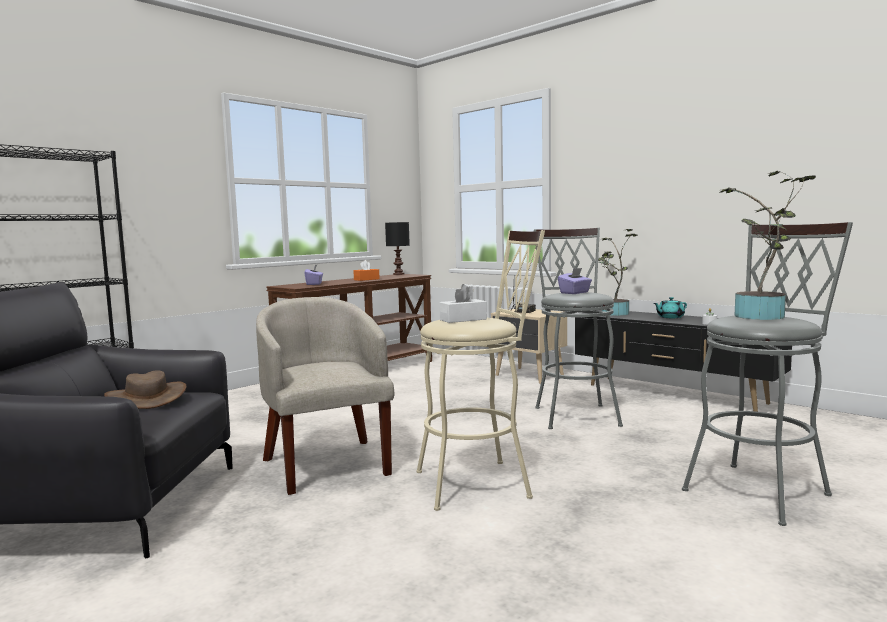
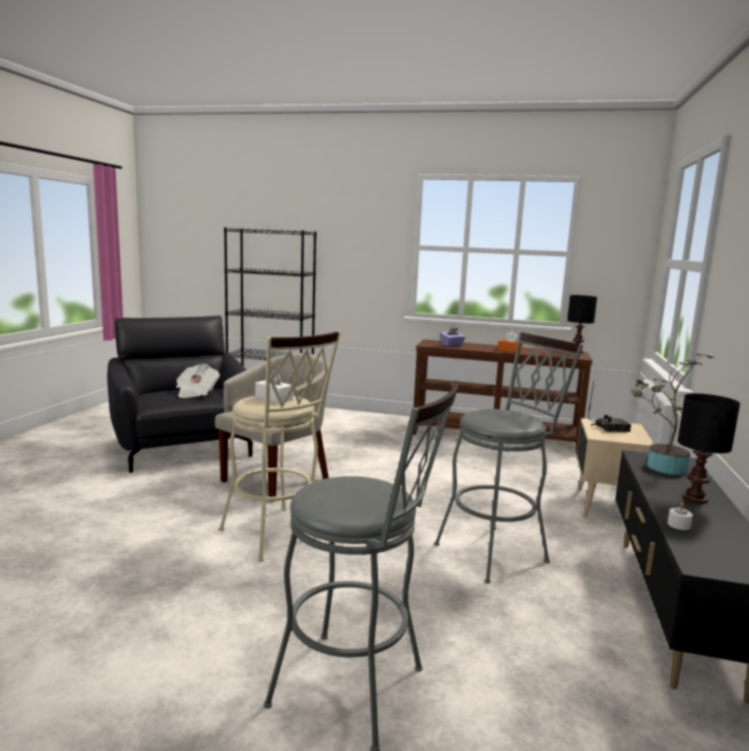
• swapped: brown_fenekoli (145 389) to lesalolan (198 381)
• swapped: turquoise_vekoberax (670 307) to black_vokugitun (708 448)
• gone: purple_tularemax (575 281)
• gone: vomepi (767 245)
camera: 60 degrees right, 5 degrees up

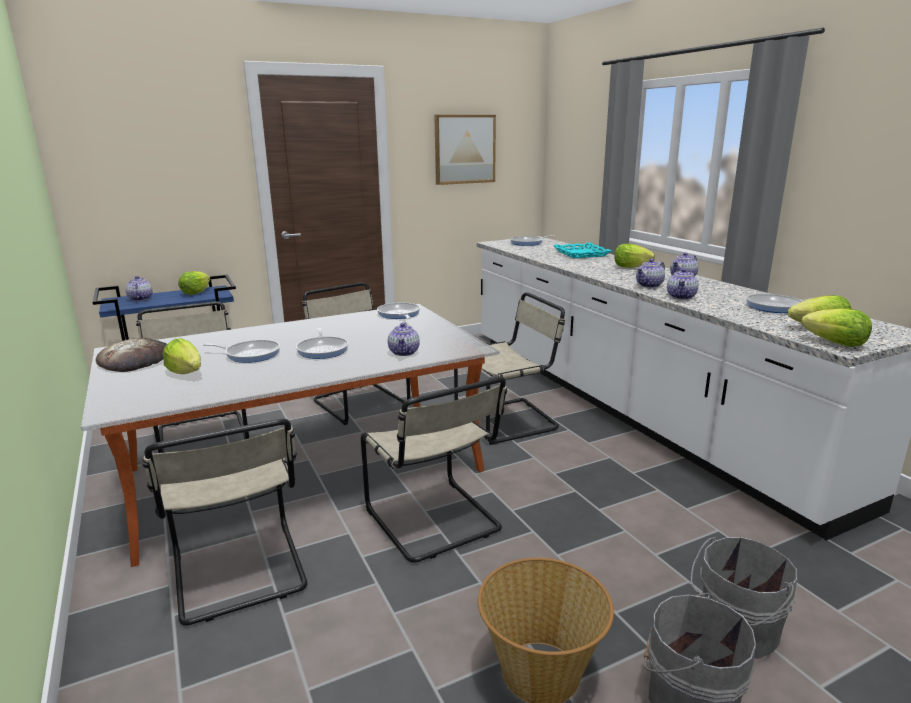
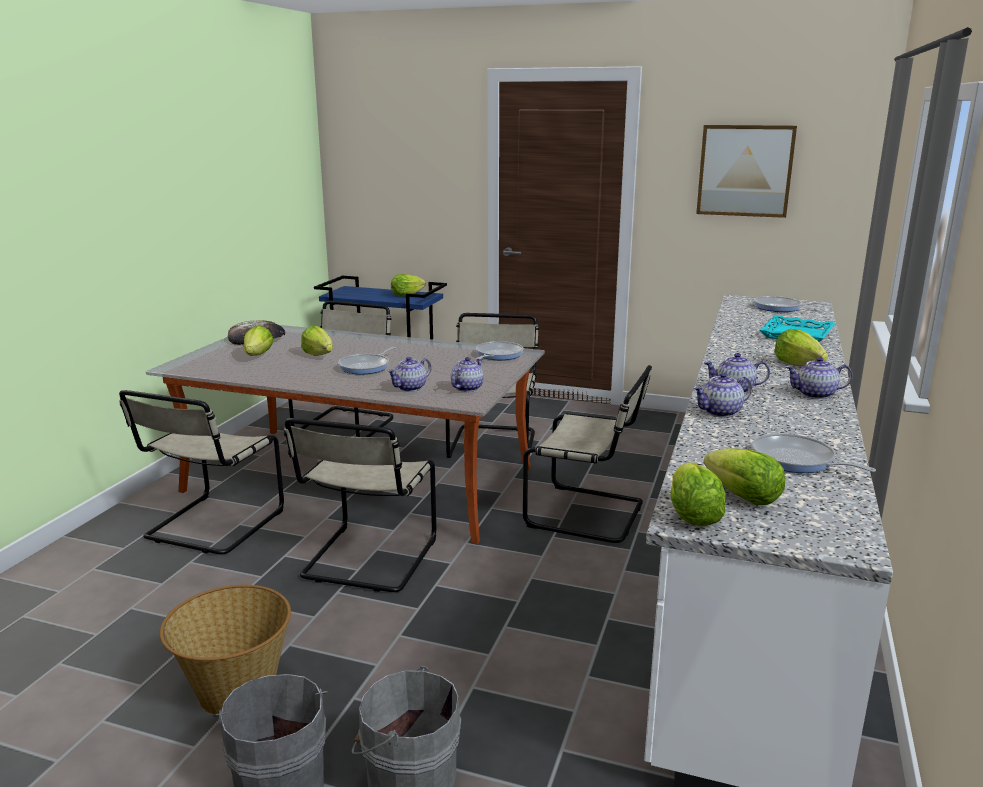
• swapped: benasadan (241 351) to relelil (317 341)
• shifted: vekoberax (139 288) to (467 374)
camera: 45 degrees right, 0 degrees up

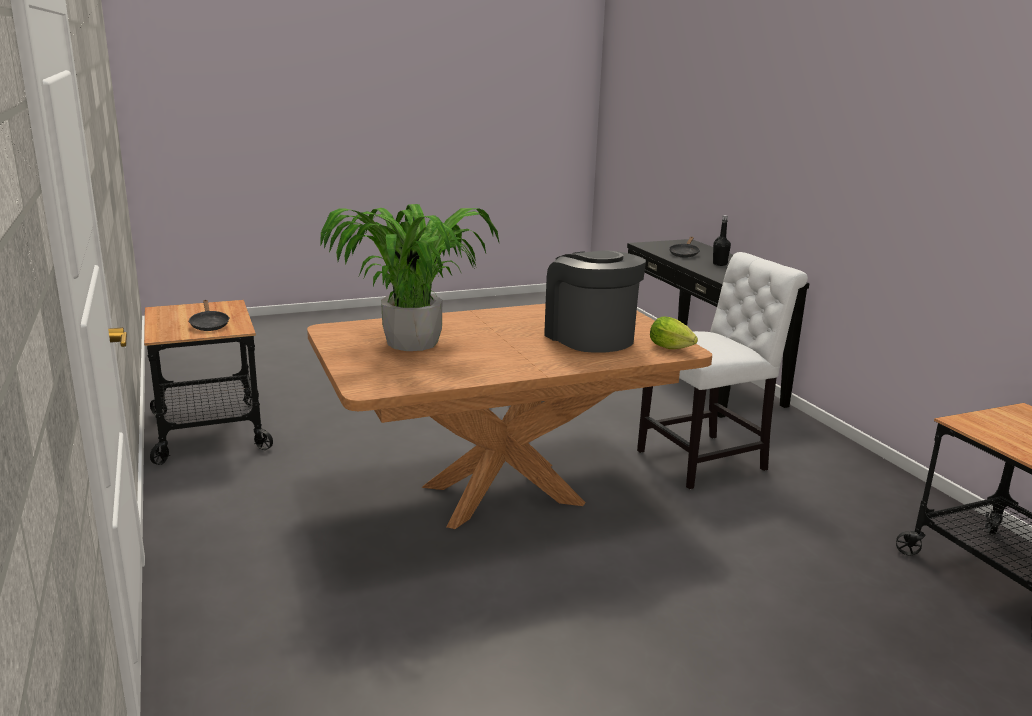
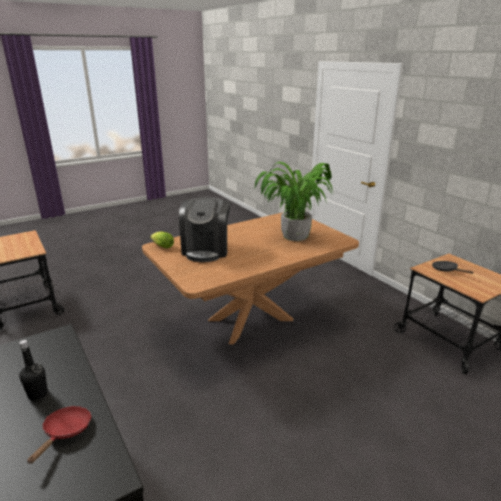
• repainted: black_benasadan (684 247) to red_benasadan (59 435)
• rotated: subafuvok (595 302) = (204 229) 45 degrees clockwise
• gone: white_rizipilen (722 370)
camera: 170 degrees right, 5 degrees up

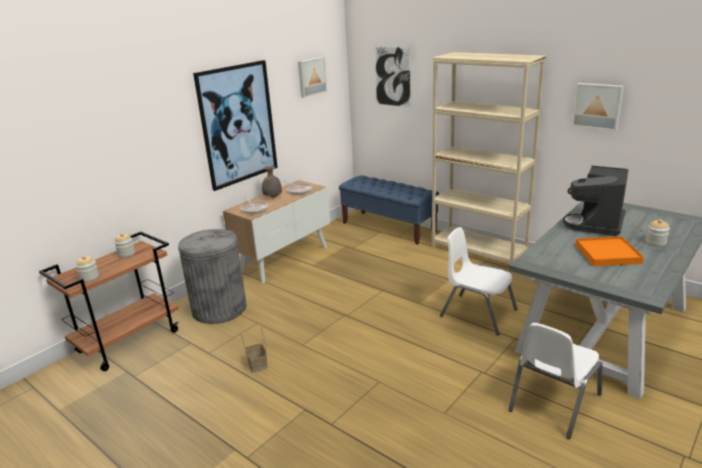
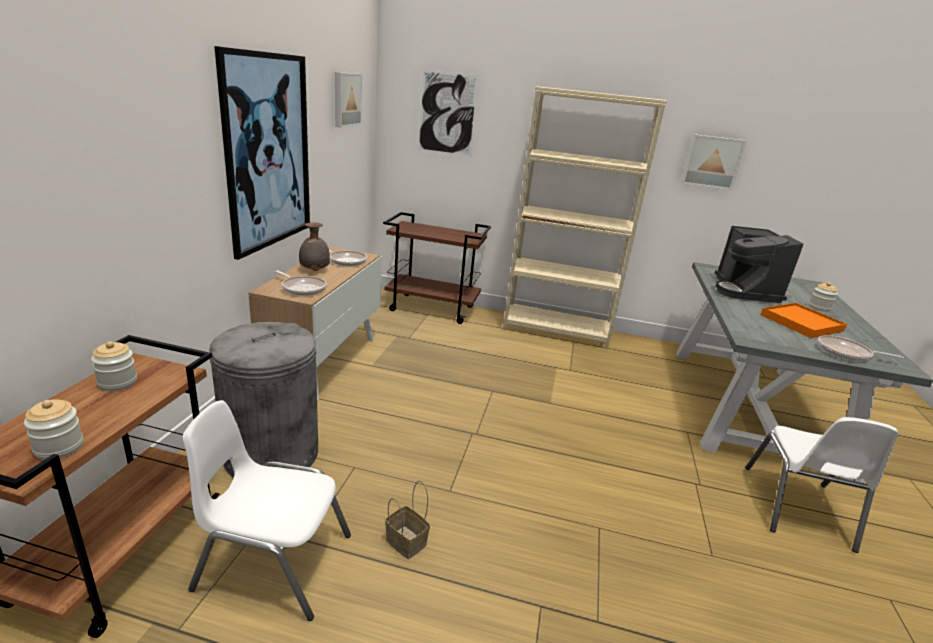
• shifted: white_rizipilen (479 281) to (267 510)
• swapped: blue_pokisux (389 210) to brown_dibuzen (437 268)
• new: benasadan (861 348)
camera: 30 degrees left, 0 degrees up

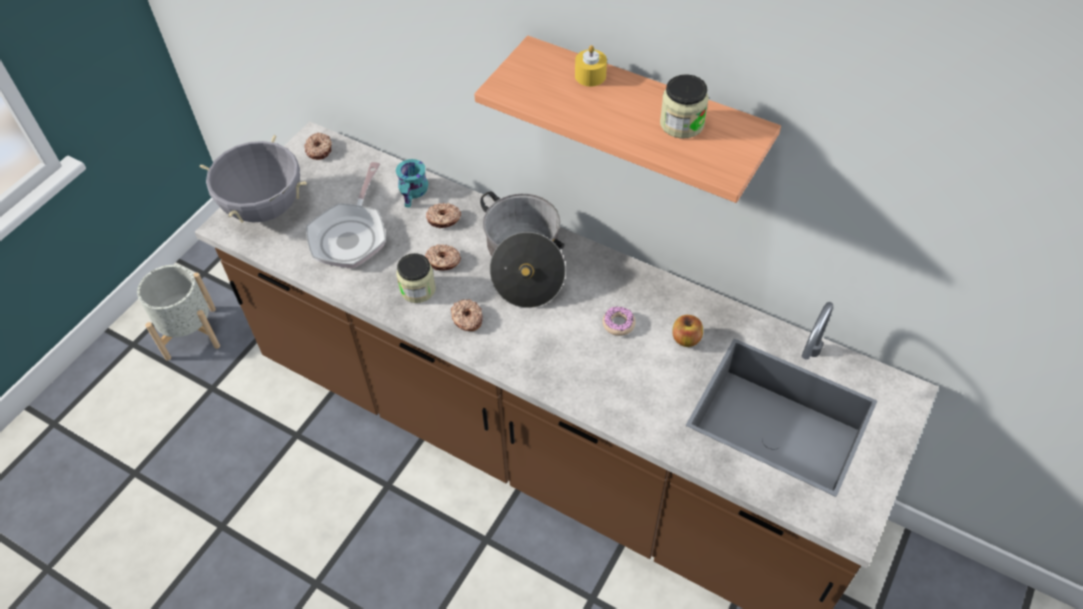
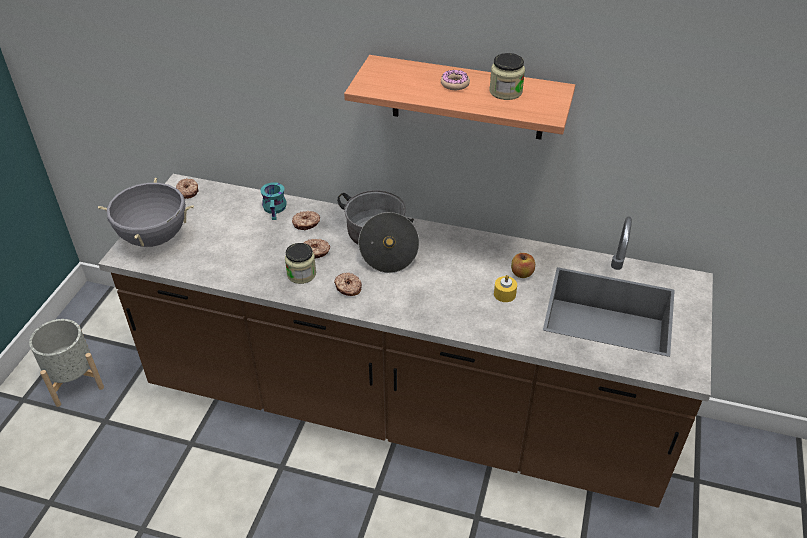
• shifted: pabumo (619 321) to (455 80)
• shifted: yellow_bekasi (591 65) to (505 288)
• gone: benasadan (346 215)
camera: 15 degrees left, 10 degrees down

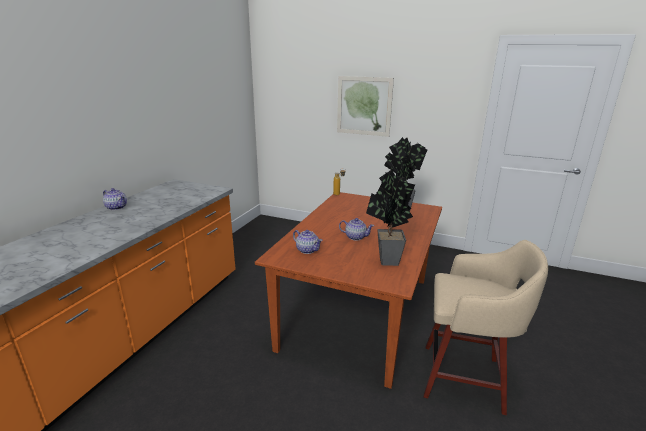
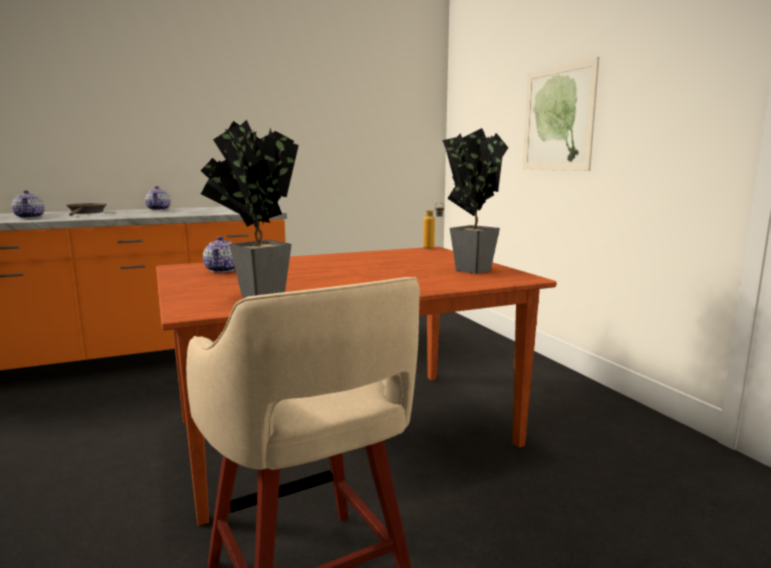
• shifted: vekoberax (356 229) to (28 204)
• new: brown_benasadan (86 209)
camera: 45 degrees right, 10 degrees down

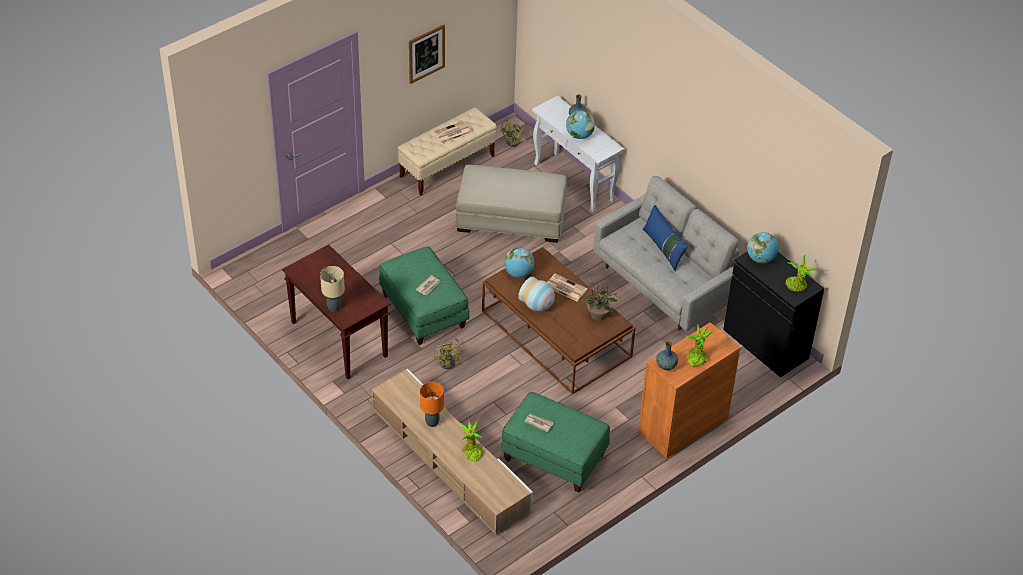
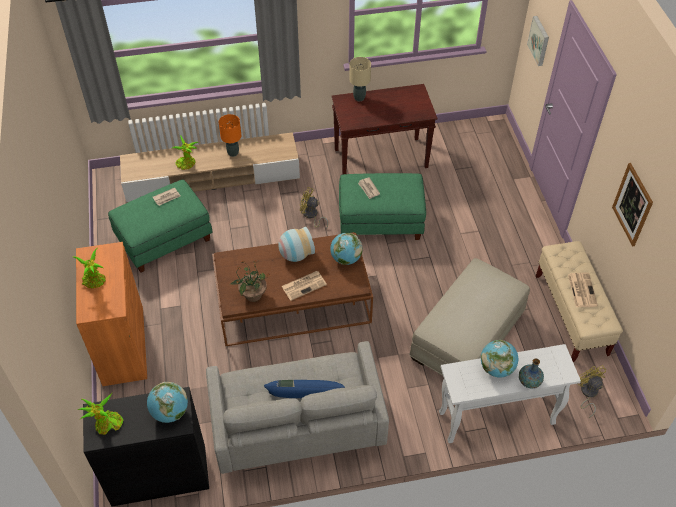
• new: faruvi (538 41)
• gone: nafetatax (667 356)
camera: 120 degrees right, 5 degrees up

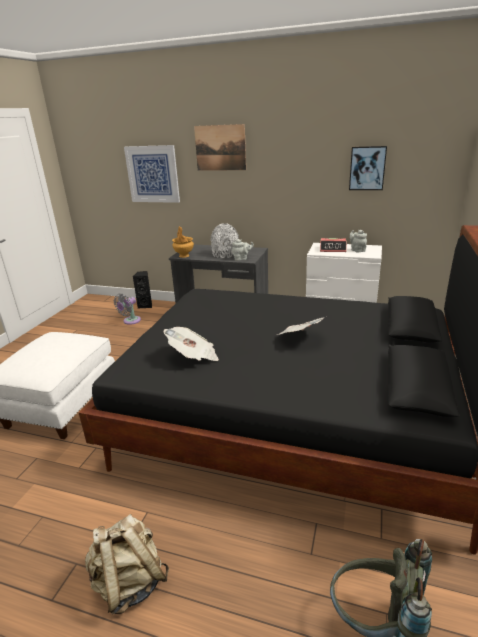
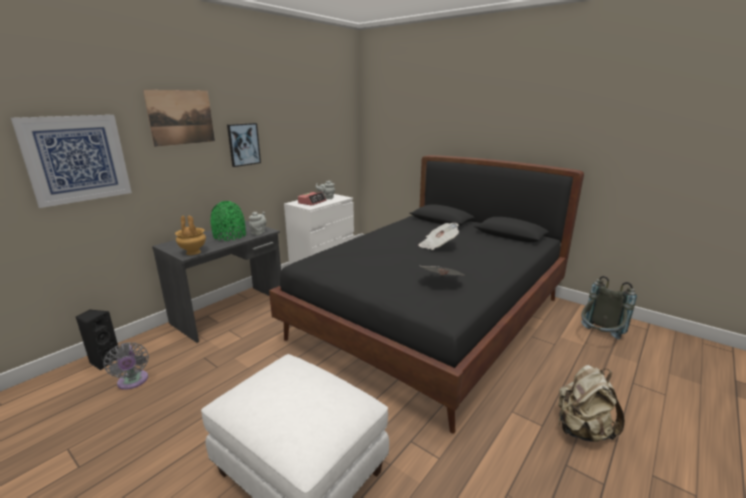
• repainted: grey_nafetatax (225 240) to green_nafetatax (228 221)
• shifted: faruvi (368 168) to (244 145)
camera: 70 degrees left, 5 degrees down

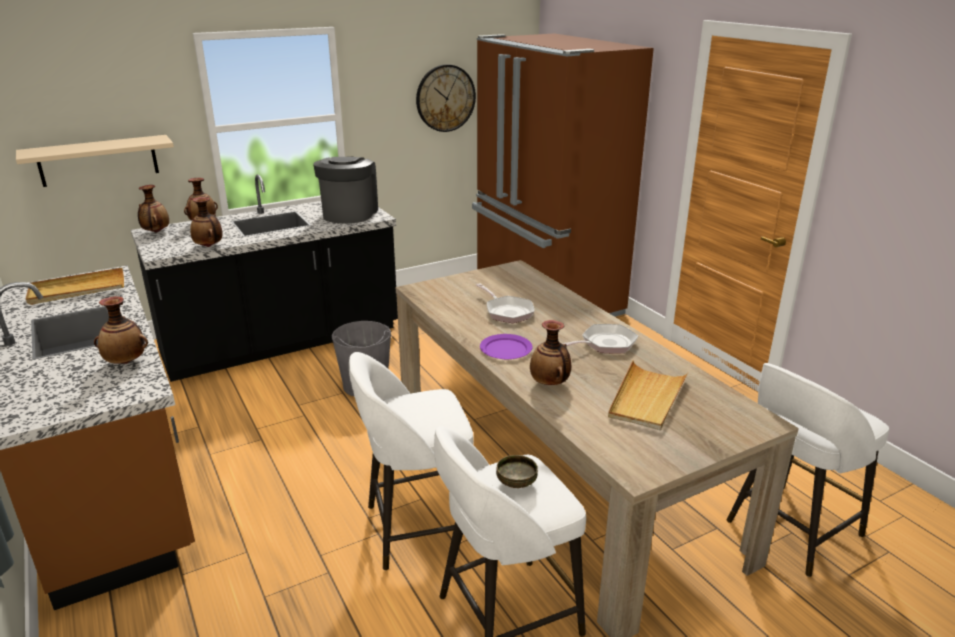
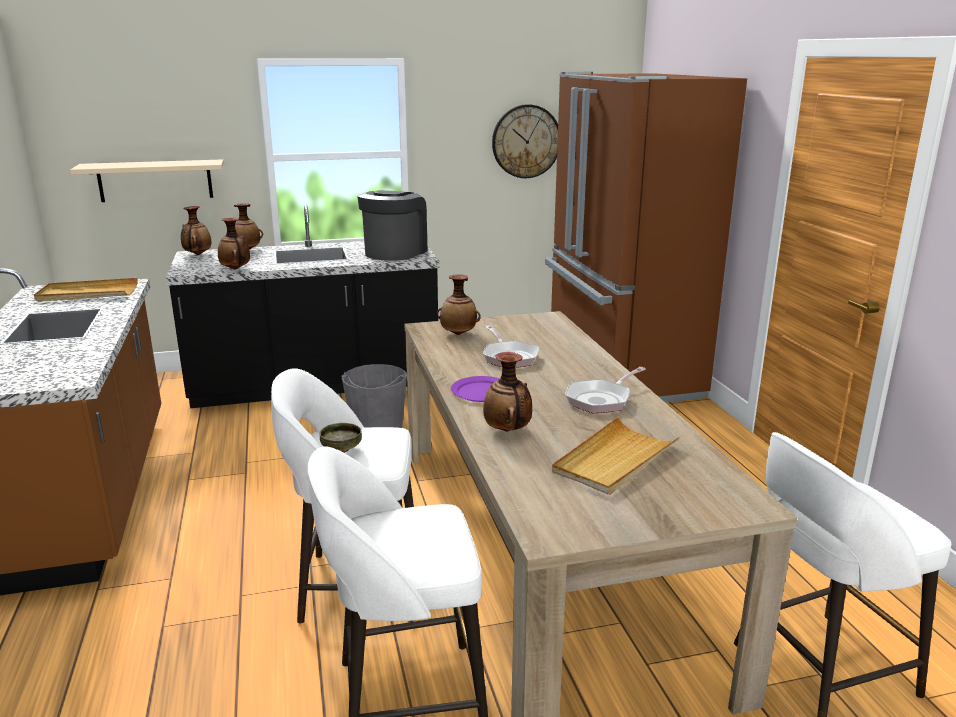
• shifted: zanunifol (517 471) to (340 438)
• shifted: nafetatax (121 330) to (459 305)
• rotated: benasadan (600 338) = (605 390) 150 degrees clockwise
camera: 15 degrees right, 5 degrees down

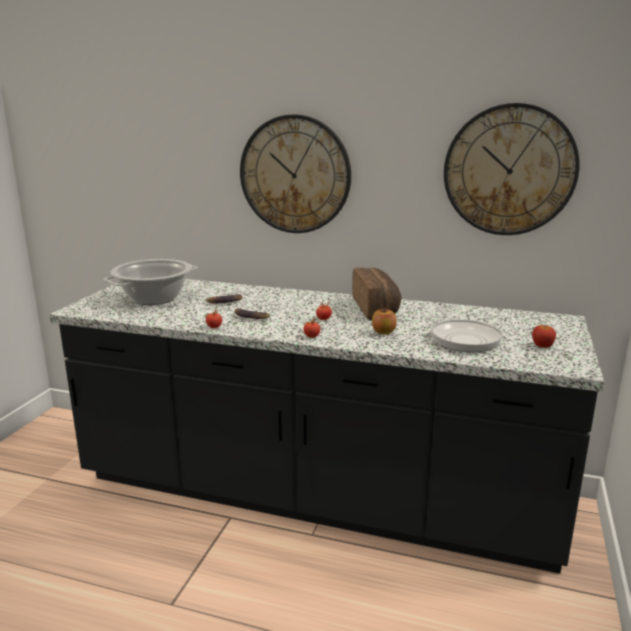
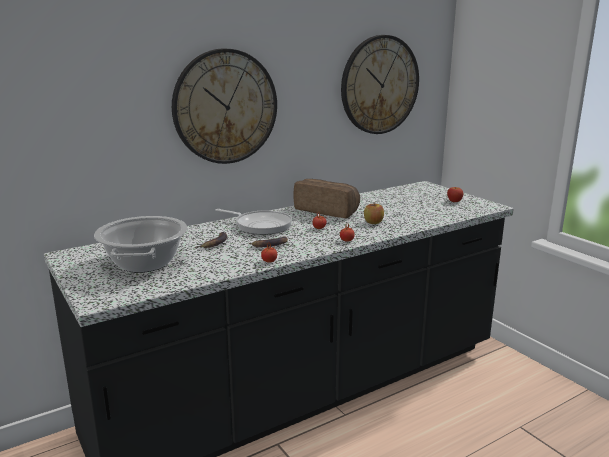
• shifted: benasadan (467 329) to (253 222)
camera: 50 degrees left, 0 degrees up

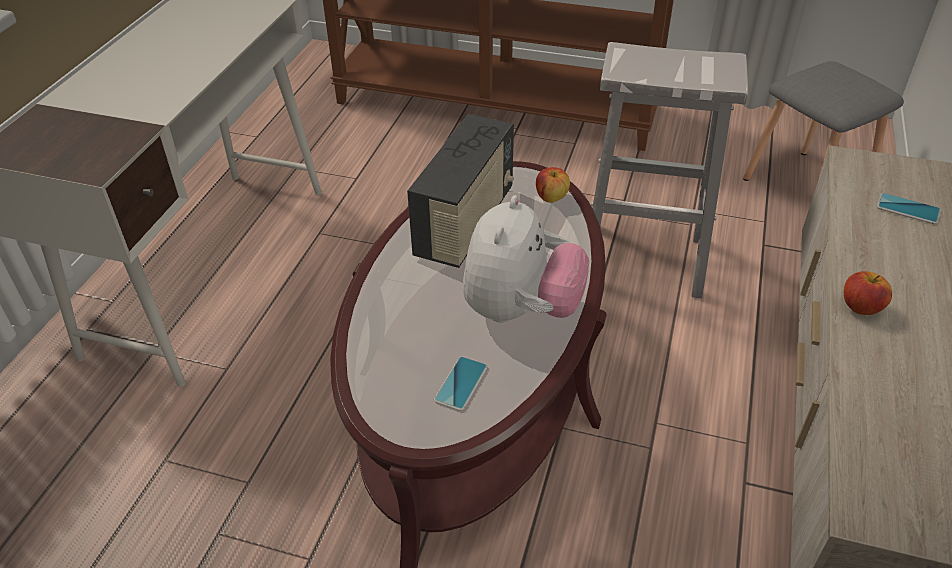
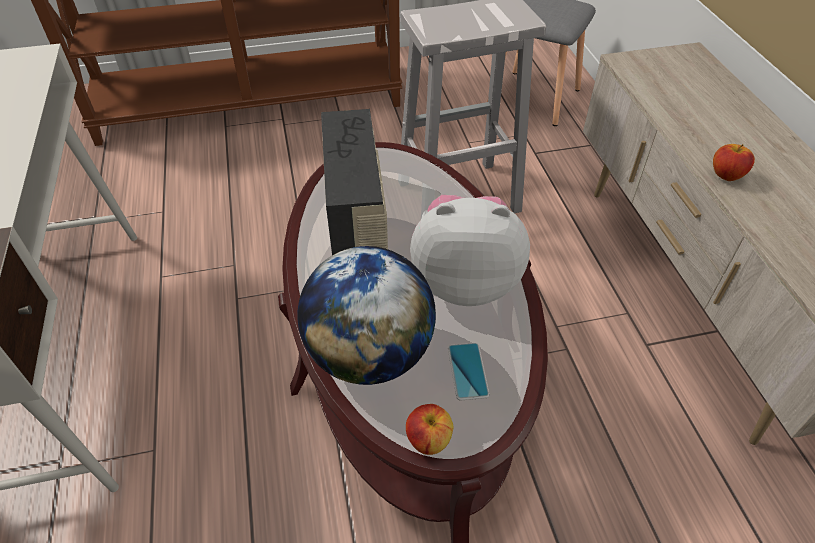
• new: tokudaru (366 315)
• shifted: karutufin (553 185) to (430 429)
• rotated: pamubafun (526 259) = (470 250) 75 degrees counterclockwise
• gone: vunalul (909 208)
camera: 30 degrees left, 5 degrees up

